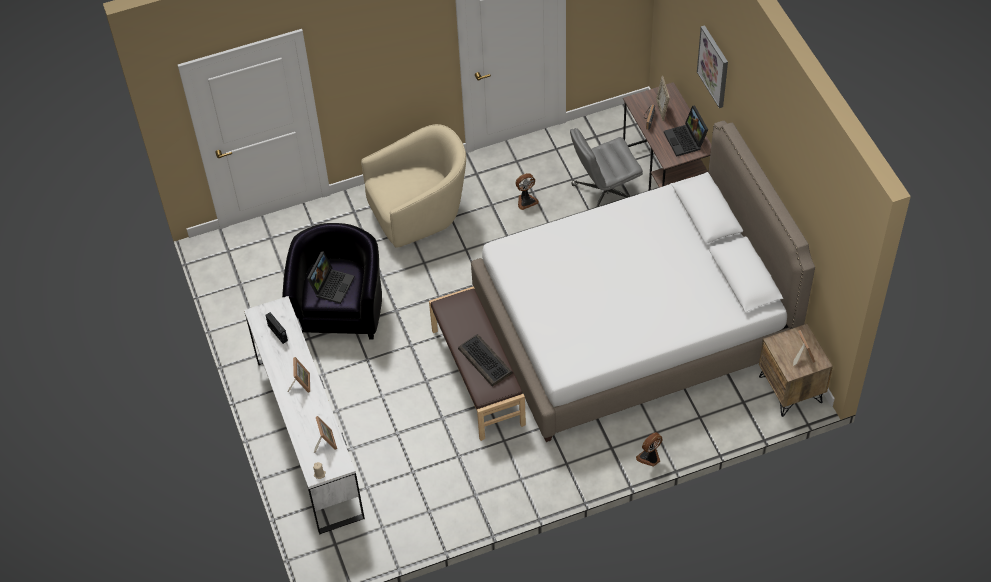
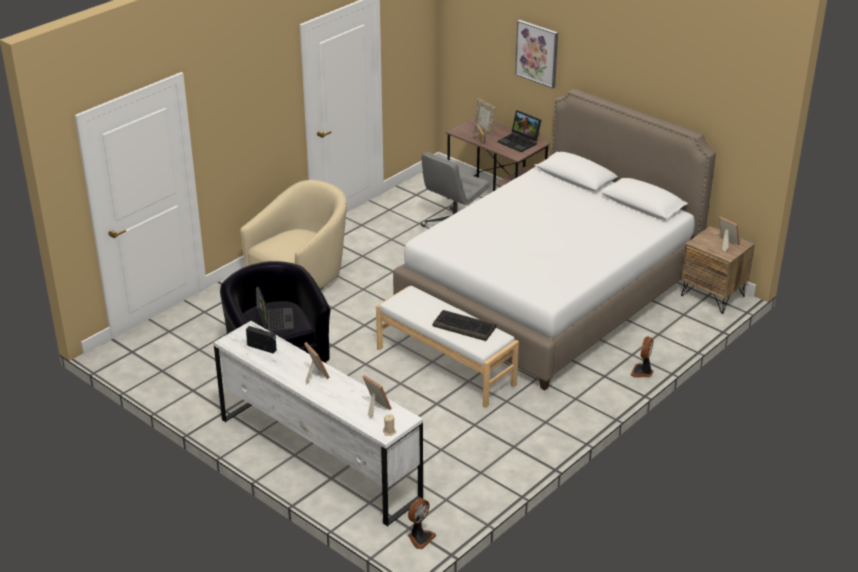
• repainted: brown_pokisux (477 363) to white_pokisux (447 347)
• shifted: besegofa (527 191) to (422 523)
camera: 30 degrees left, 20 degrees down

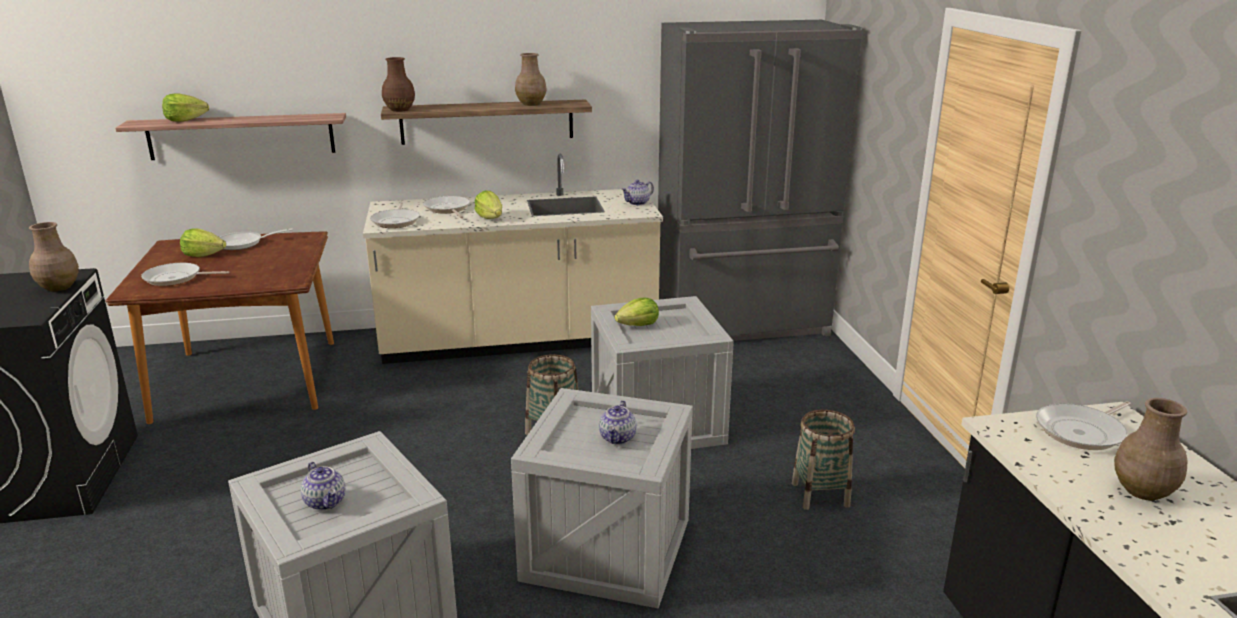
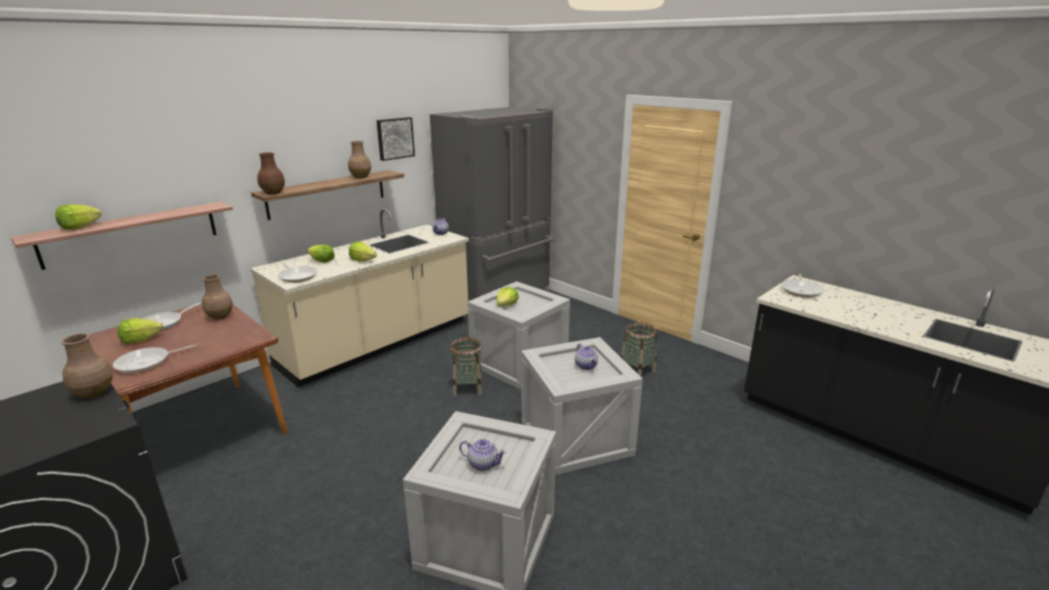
• shifted: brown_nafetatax (1150 449) to (217 297)
• swapped: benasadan (446 207) to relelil (321 254)
• new: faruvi (396 139)
camera: 35 degrees left, 0 degrees up

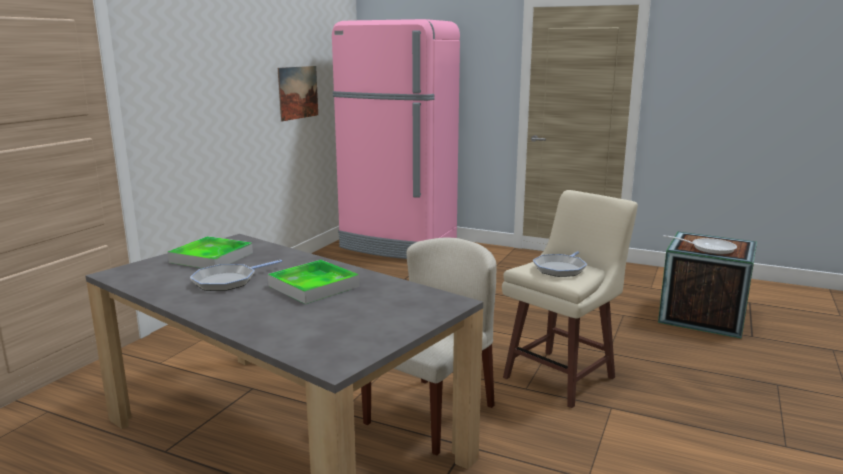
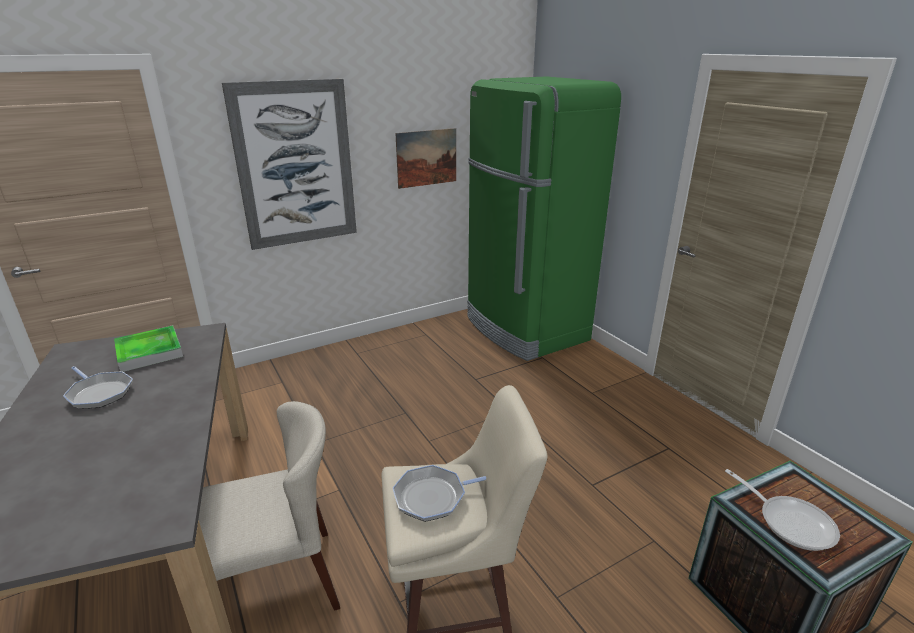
• rotated: benasadan (236 275) = (98 387) 135 degrees counterclockwise
• new: faruvi (289 164)
• repainted: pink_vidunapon (396 139) to green_vidunapon (544 218)
• gone: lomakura (314 282)
camera: 35 degrees right, 10 degrees up

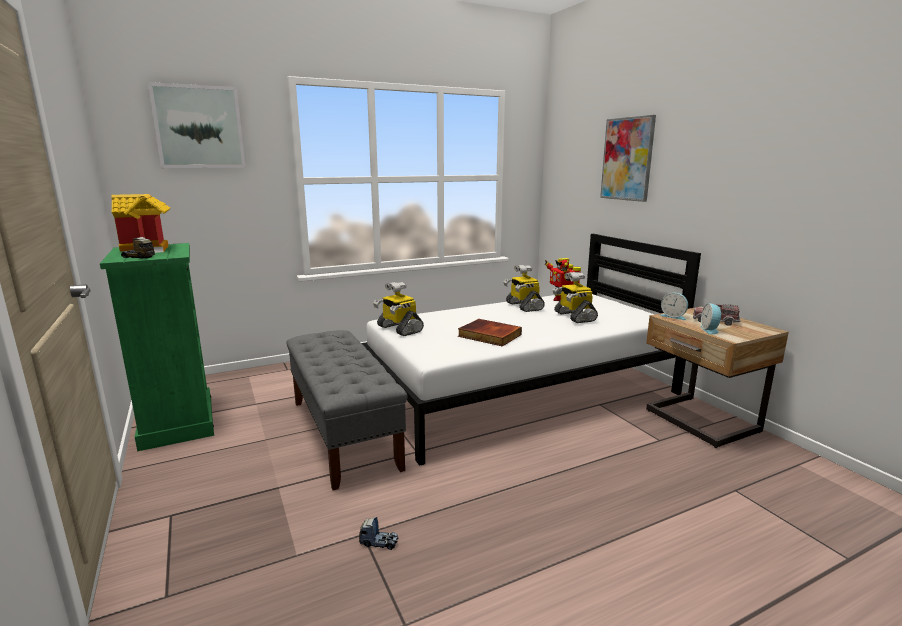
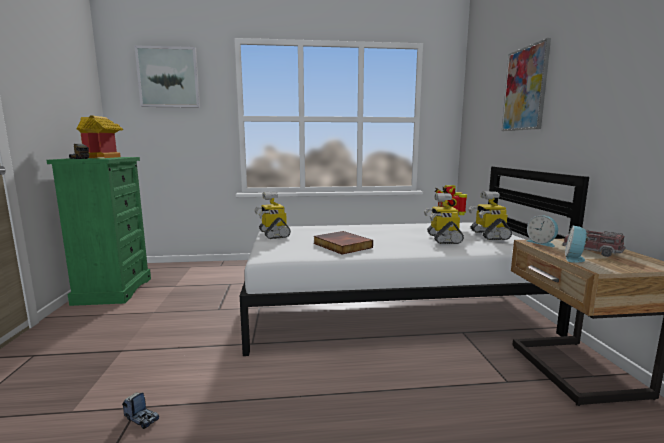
• shifted: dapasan (524 288) to (490 215)
• gone: grey_pokisux (346 410)
camera: 20 degrees right, 5 degrees down

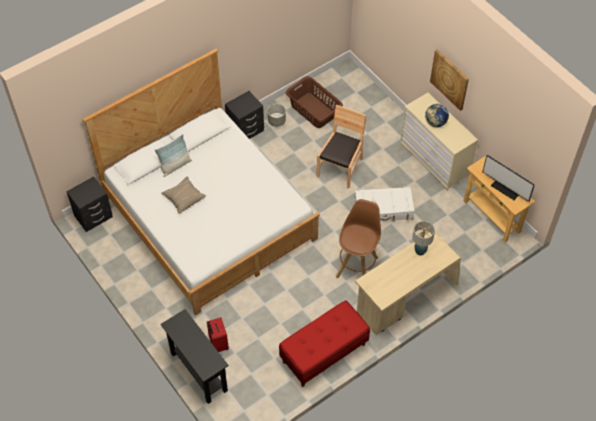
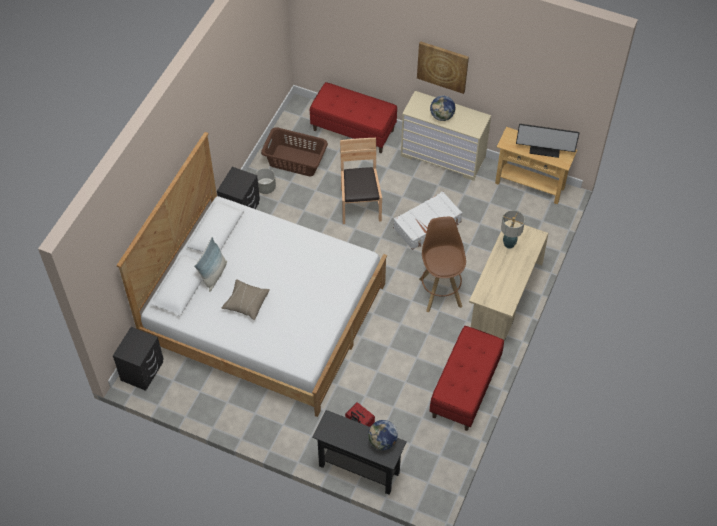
• new: red_pokisux (353 117)
• new: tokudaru (383 435)
camera: 30 degrees left, 0 degrees up

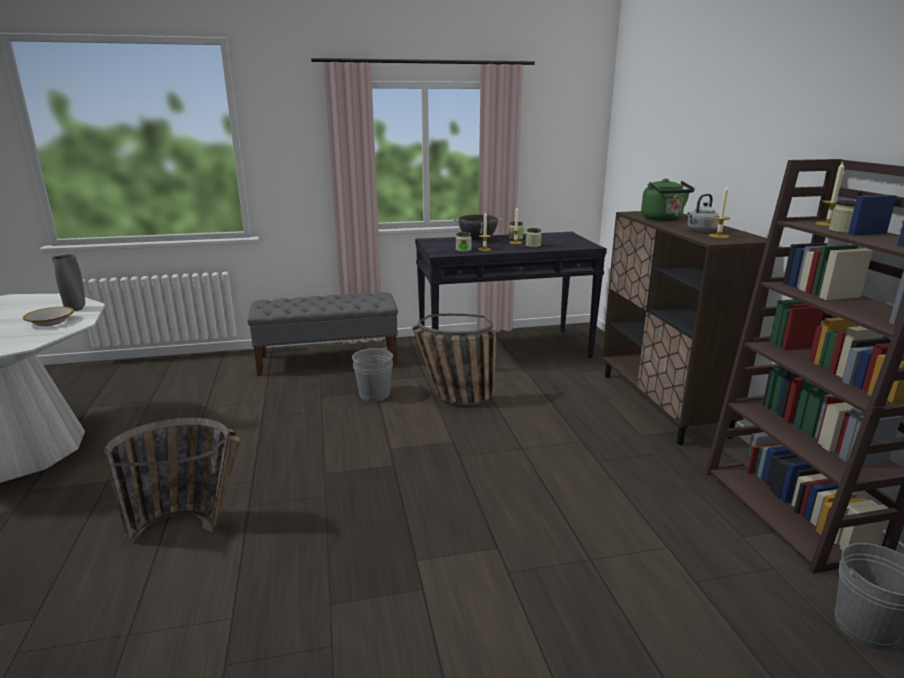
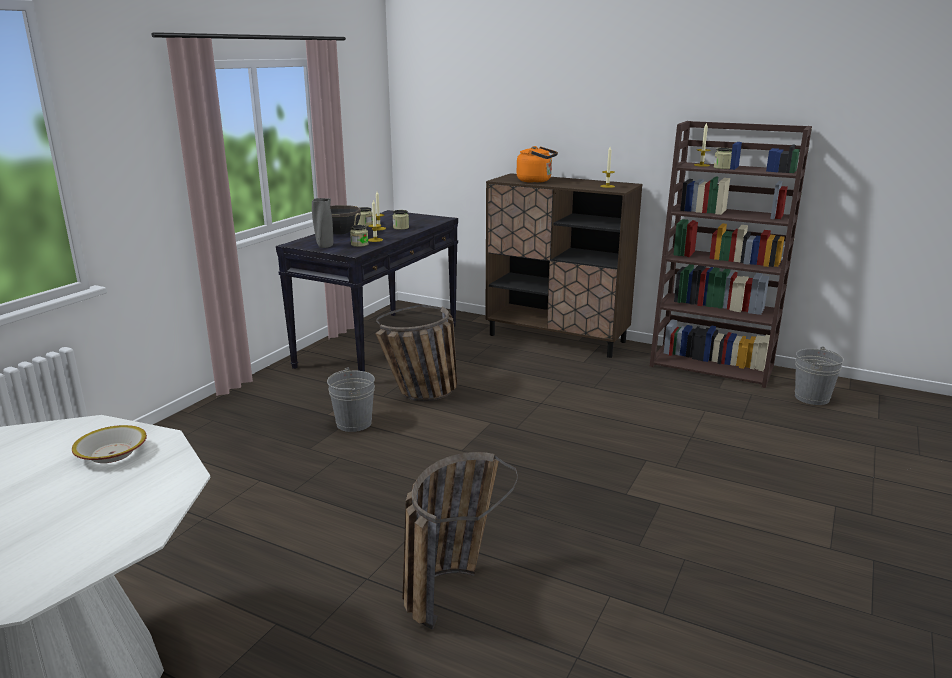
• shifted: grey_nafetatax (68 282) to (322 223)
• repainted: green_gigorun (668 199) to orange_gigorun (537 164)
• gone: grey_pokisux (322 334)
• gone: grey_gigorun (703 213)
camera: 50 degrees left, 0 degrees up

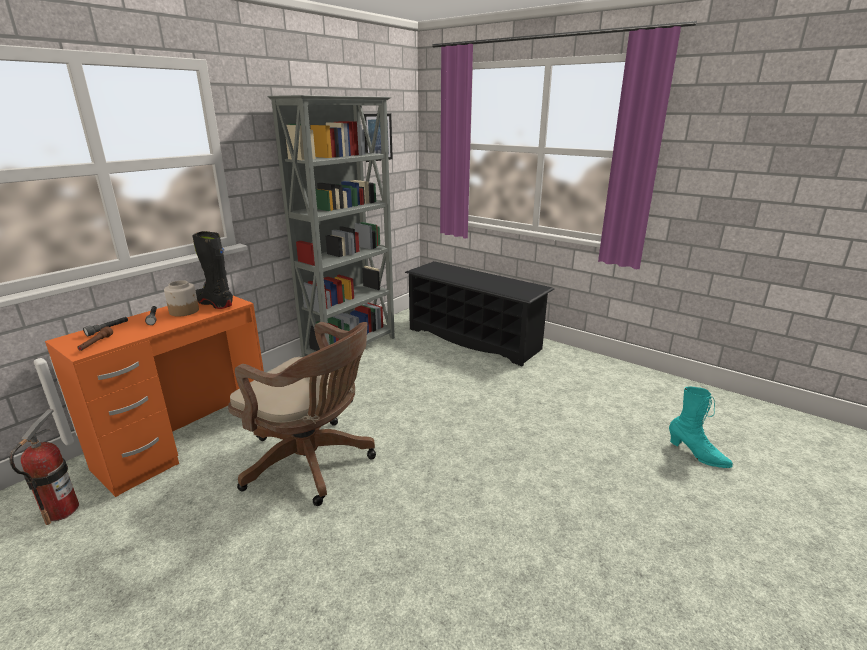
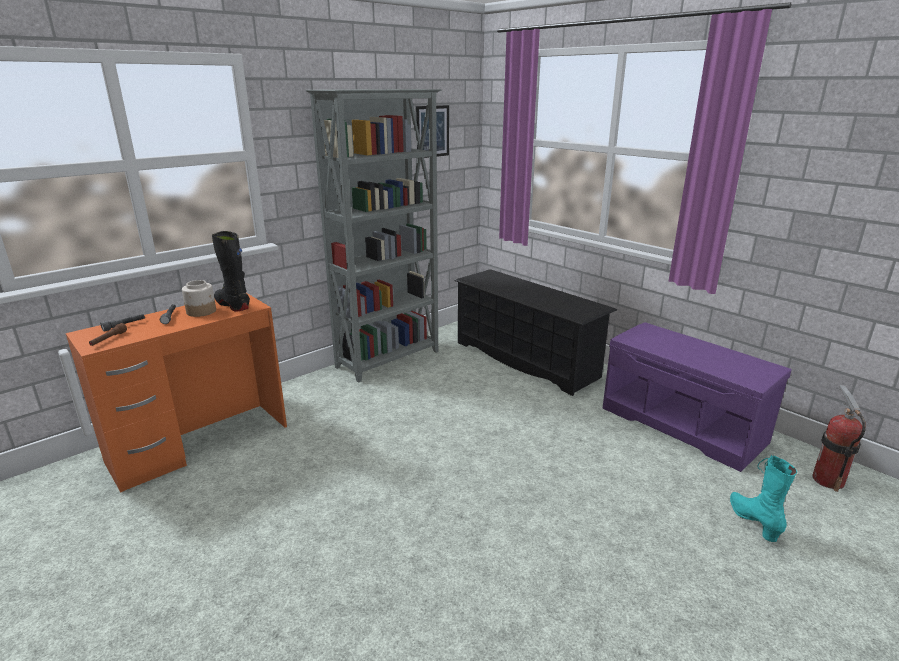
• new: purple_pokisux (697 397)
• rotated: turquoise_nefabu (701 427) = (763 498) 150 degrees counterclockwise
• shifted: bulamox (44 467) to (839 438)
• gone: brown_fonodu (302 414)
camera: 10 degrees right, 0 degrees up

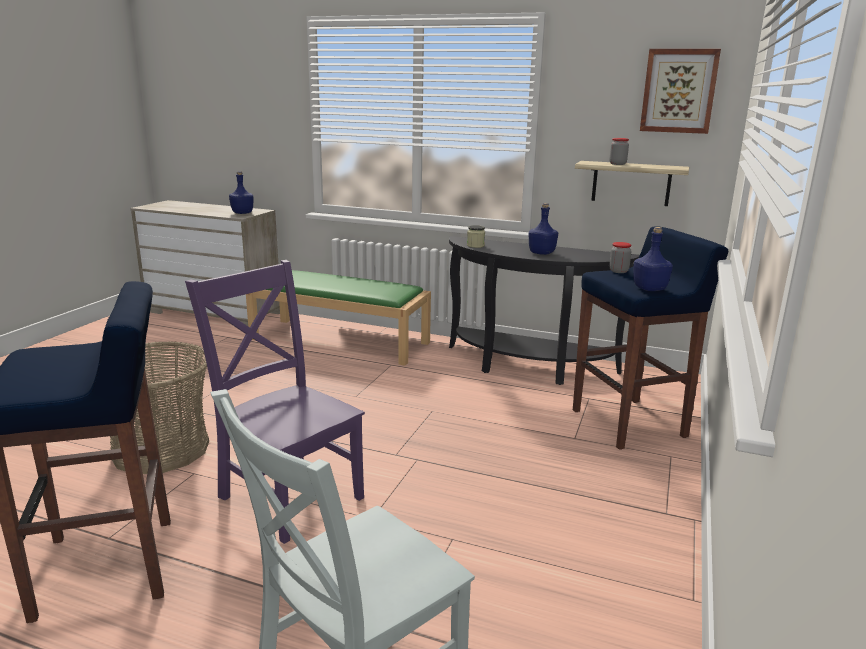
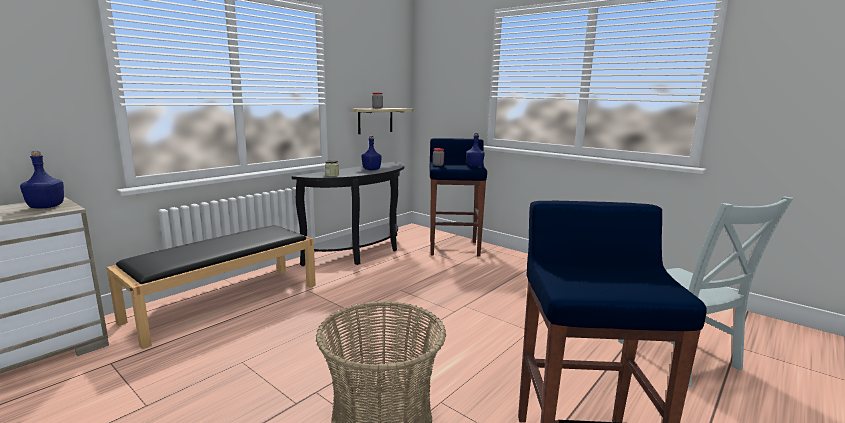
• repainted: green_pokisux (338 318) to black_pokisux (211 287)
• gone: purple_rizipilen (275 402)
• gone: faruvi (680 91)
camera: 70 degrees left, 5 degrees down

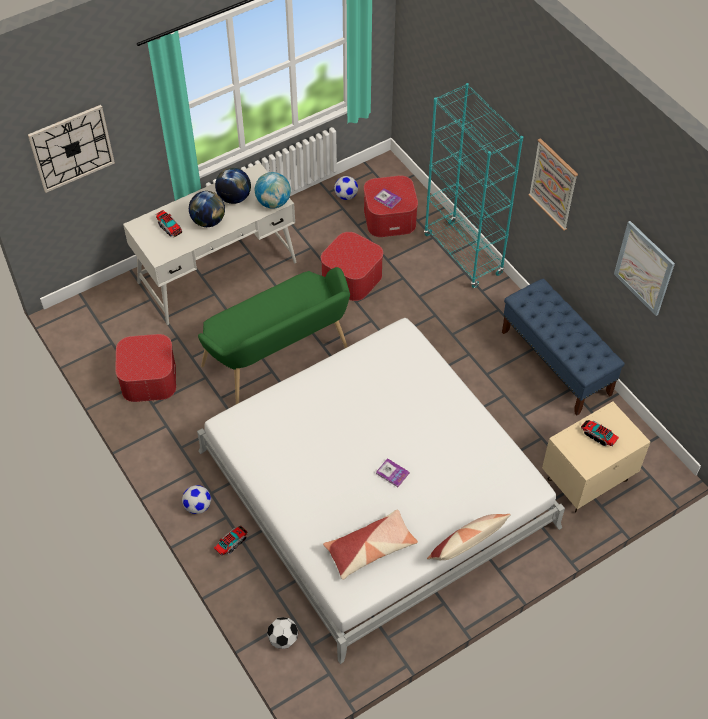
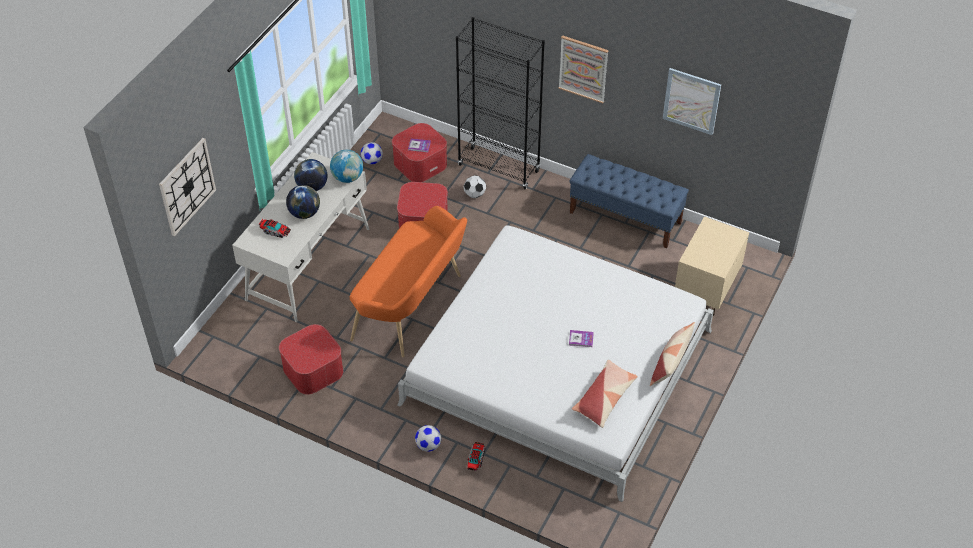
• repainted: green_pokisux (274 335) to orange_pokisux (408 281)
• repainted: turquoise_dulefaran (473 185) to black_dulefaran (500 103)
• shifted: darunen (282 633) to (474 186)
• gone: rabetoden (600 433)
camera: 30 degrees left, 5 degrees down

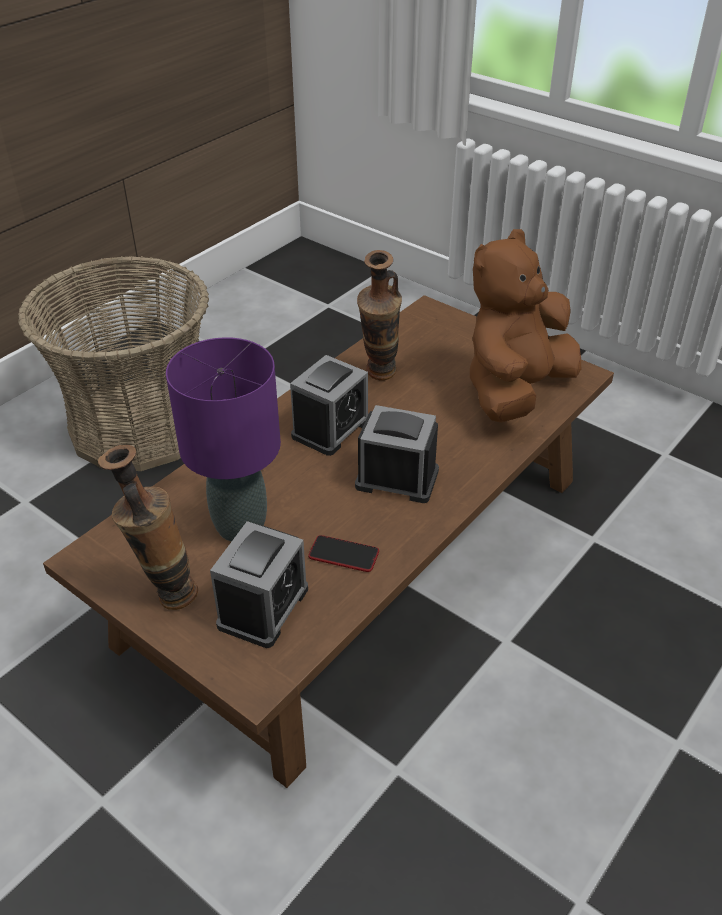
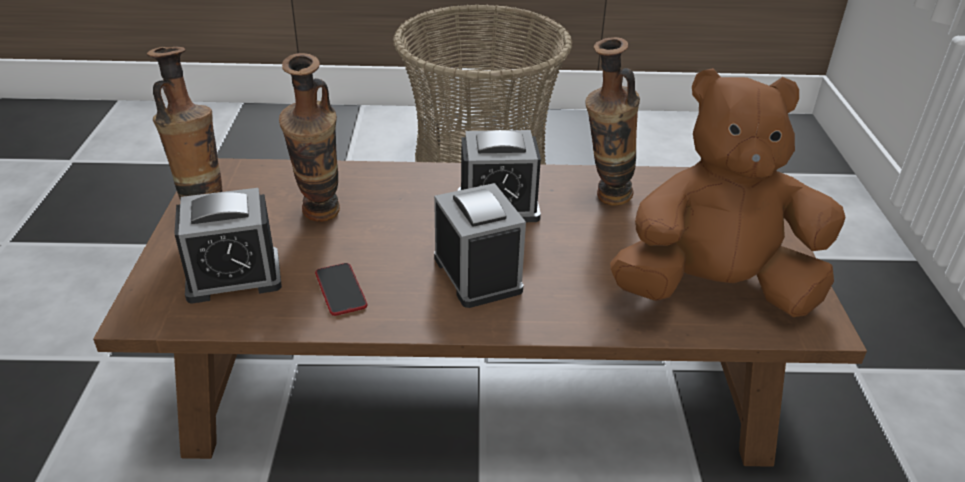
• swapped: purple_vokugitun (223 439) to nafetatax (309 137)
camera: 50 degrees right, 5 degrees down

